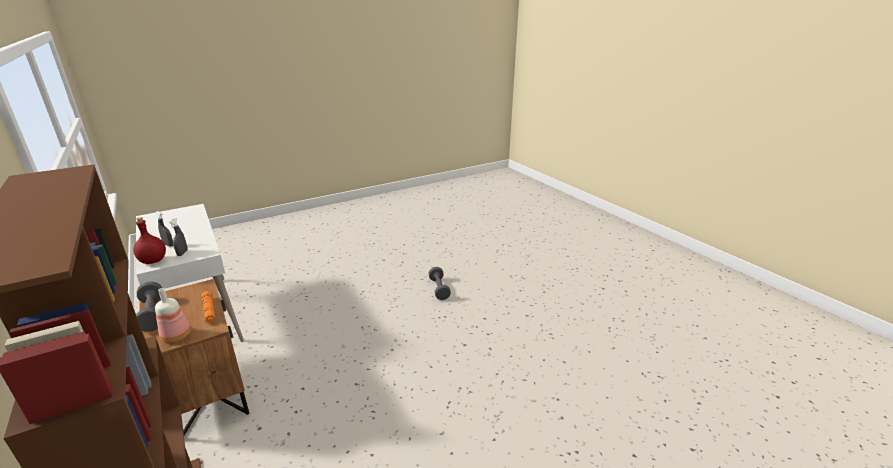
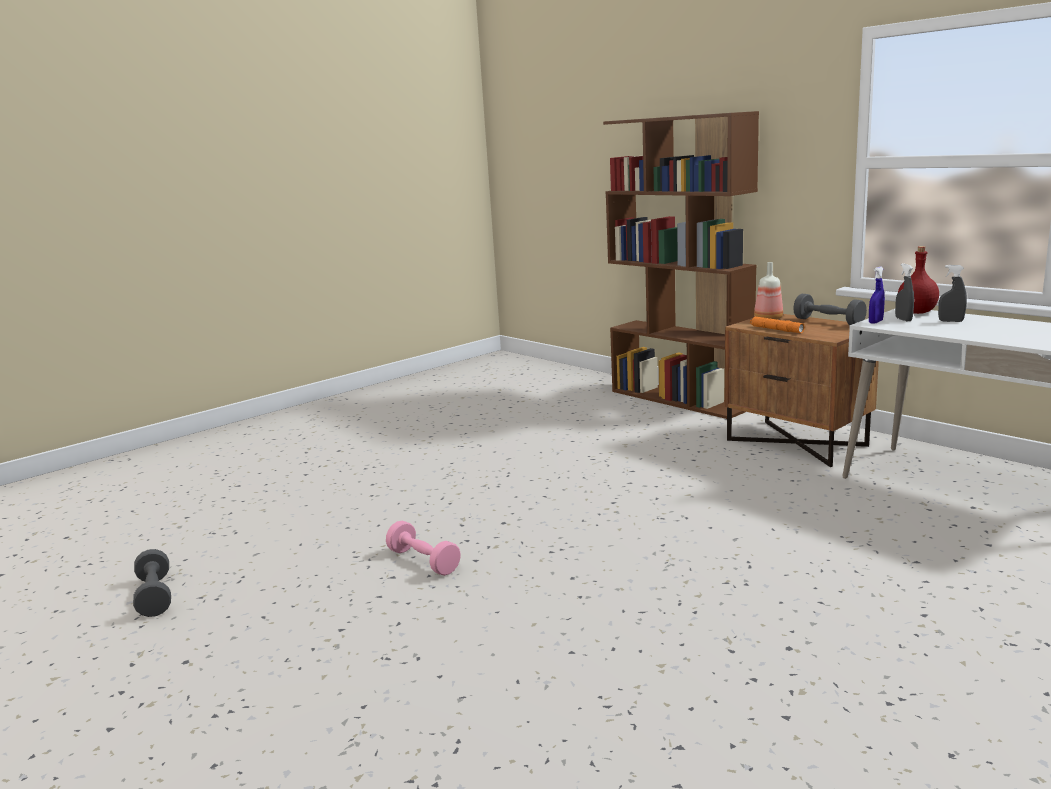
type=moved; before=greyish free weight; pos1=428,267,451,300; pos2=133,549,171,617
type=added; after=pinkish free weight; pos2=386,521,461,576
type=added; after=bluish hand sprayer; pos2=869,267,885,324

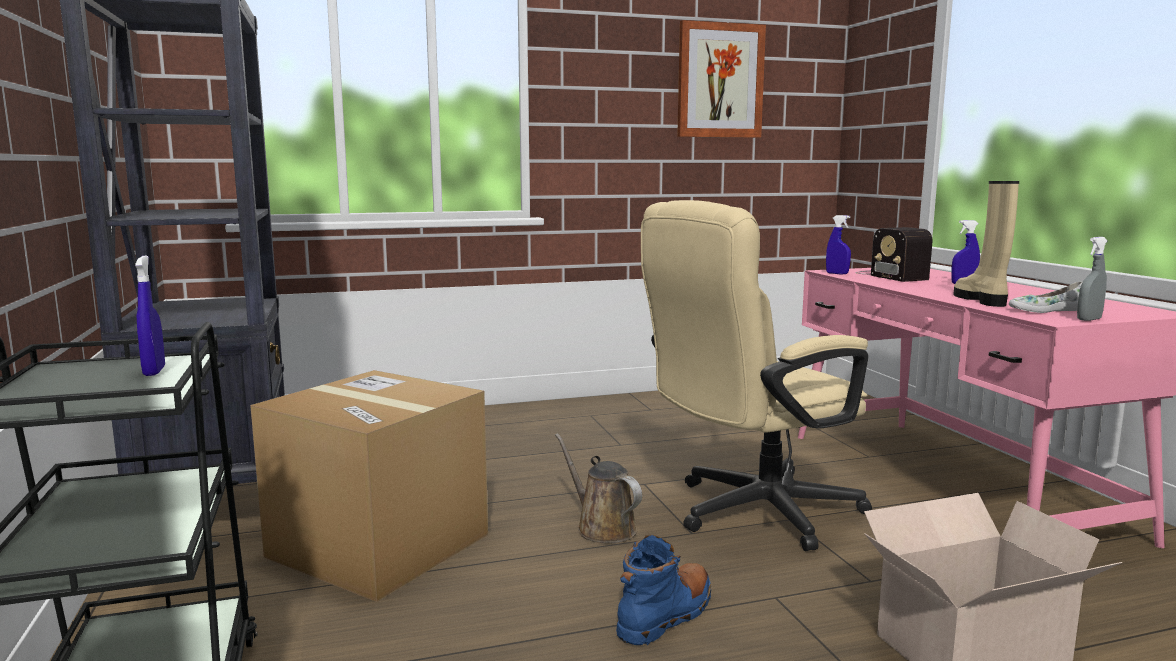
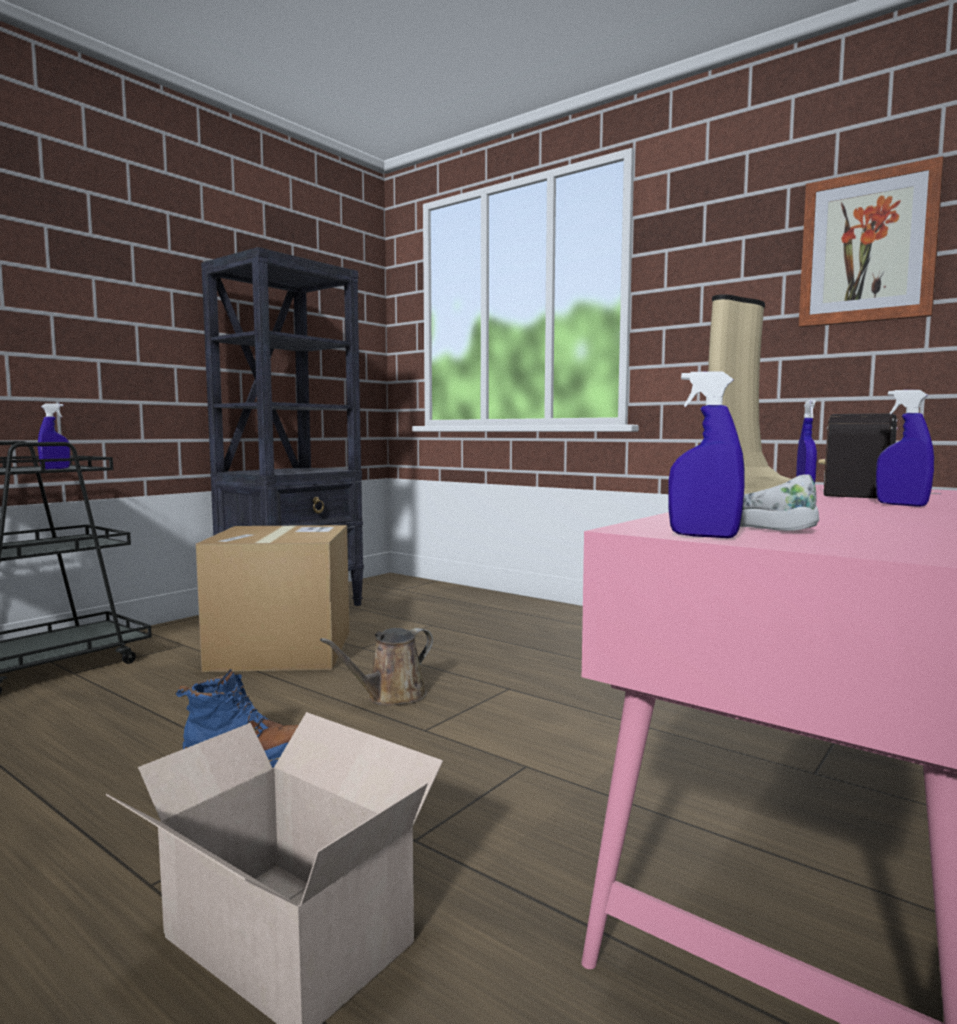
type=turned; before=brown-coloured watering can; pos1=555,433,642,543; pos2=320,628,433,706; turn=-150
type=recoloured; before=greyish hand sprayer; after=bluish hand sprayer; pos1=1077,237,1107,321; pos2=668,371,744,538
type=removed; before=beige-coloured office chair; pos1=641,200,872,551

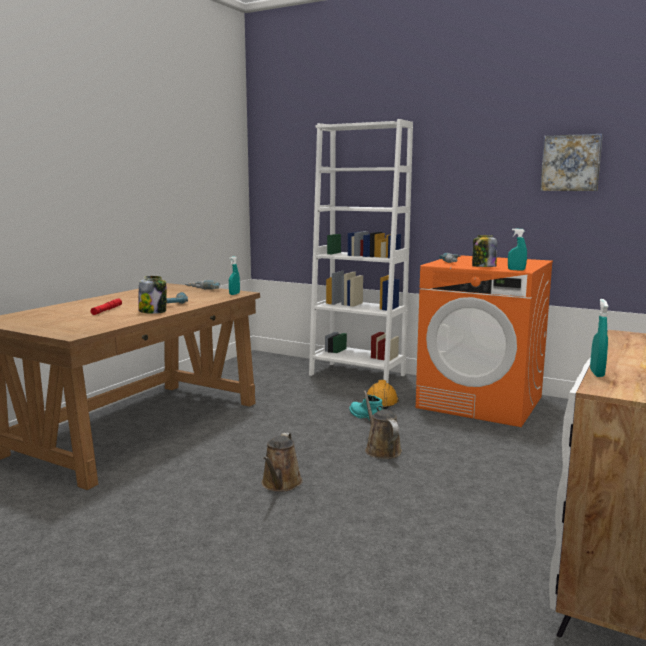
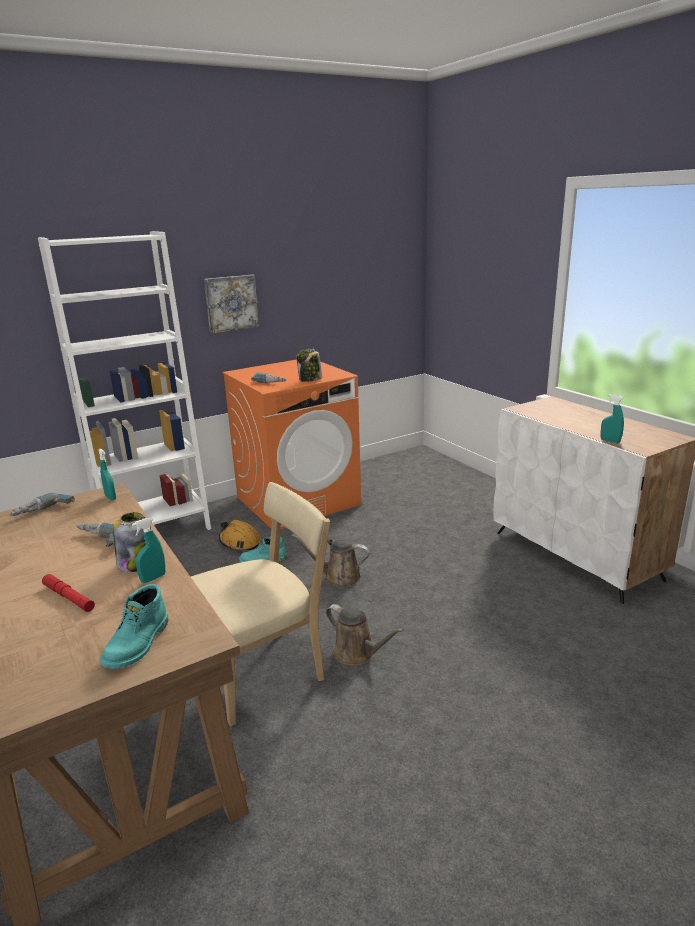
type=added; after=turquoise-coloured tall boot; pos2=100,584,168,669
type=moved; before=turquoise-coloured hand sprayer; pos1=508,228,527,271; pos2=132,518,166,583
type=added; after=beige-coloured upright chair; pos2=191,482,330,727
type=moved; before=wall art; pos1=540,134,603,191; pos2=204,274,260,333

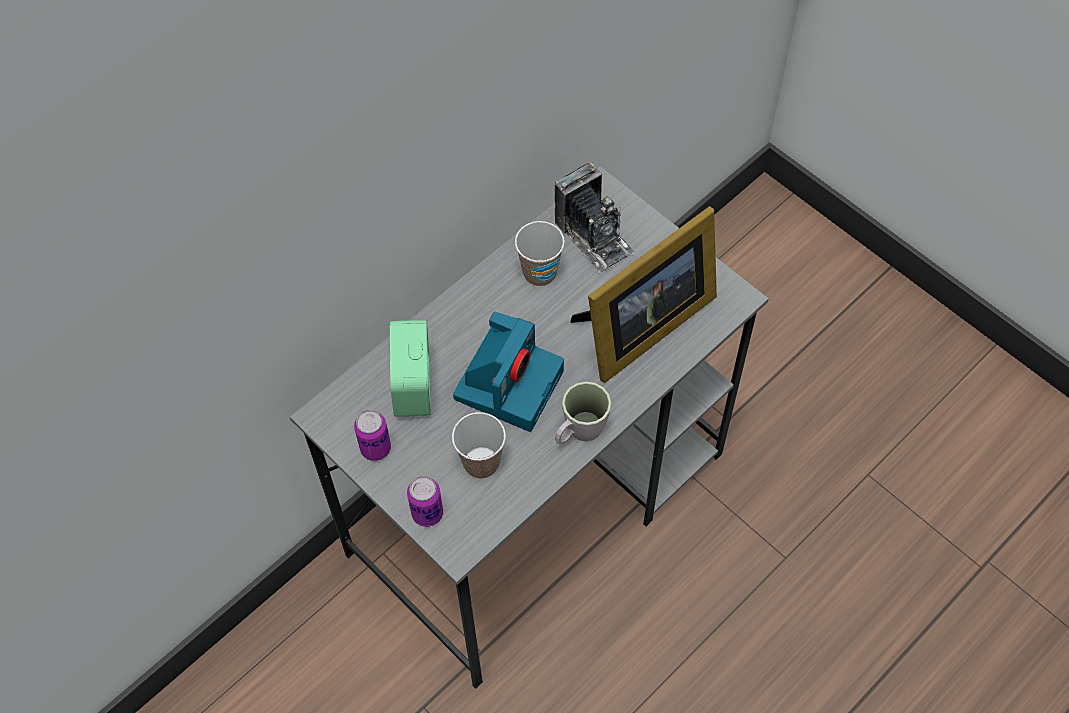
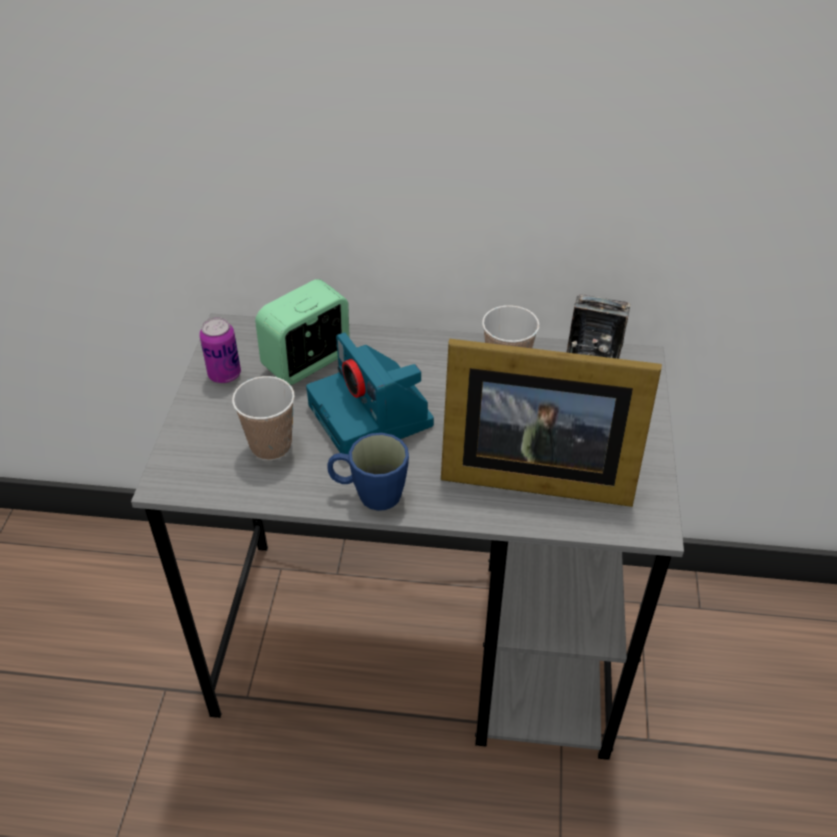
type=turned; before=photo camera; pos1=453,312,564,432; pos2=306,332,434,454; turn=75
type=recoloured; before=greyish coffee mug; after=bluish coffee mug; pos1=555,381,611,445; pos2=328,433,409,511
type=removed; before=can; pos1=407,476,443,527

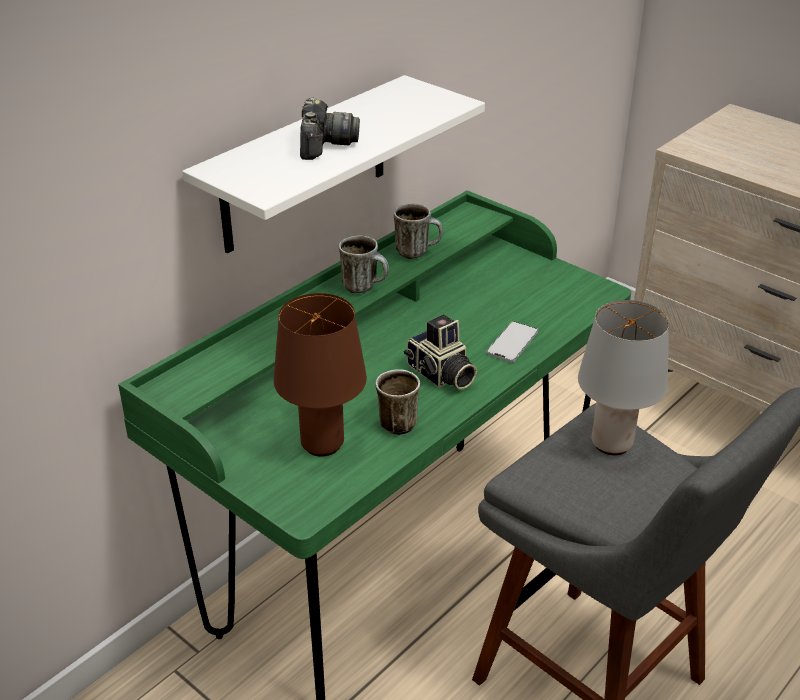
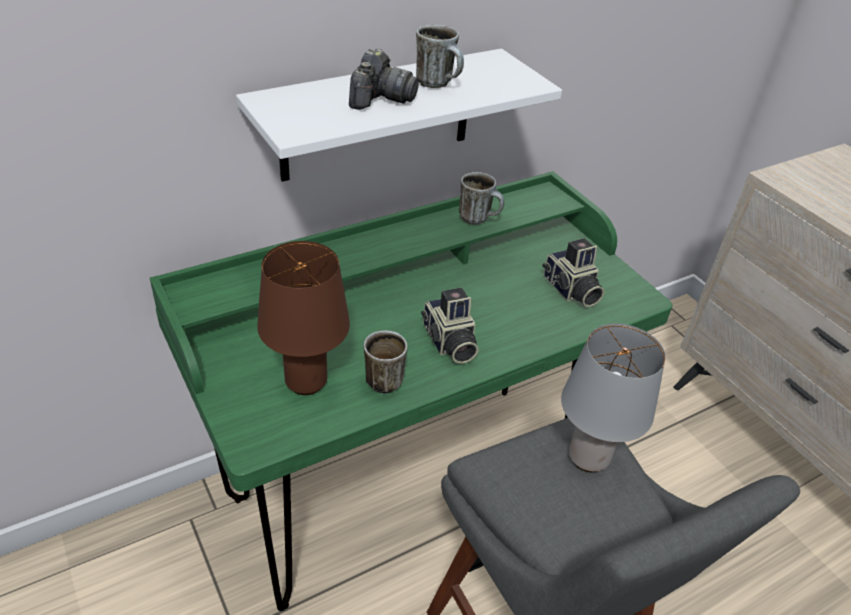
type=moved; before=coffee mug; pos1=339,236,389,293; pos2=416,25,464,88
type=added; after=photo camera; pos2=542,238,605,307
type=removed; before=telephone; pos1=487,321,538,363

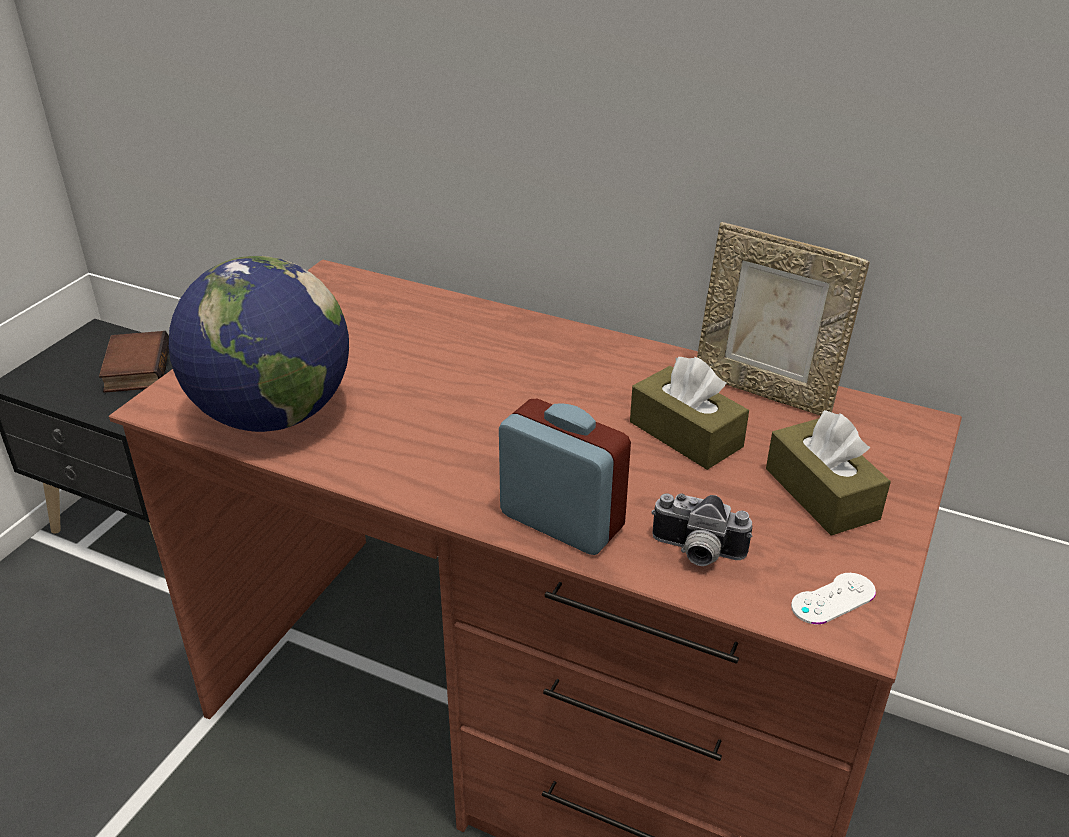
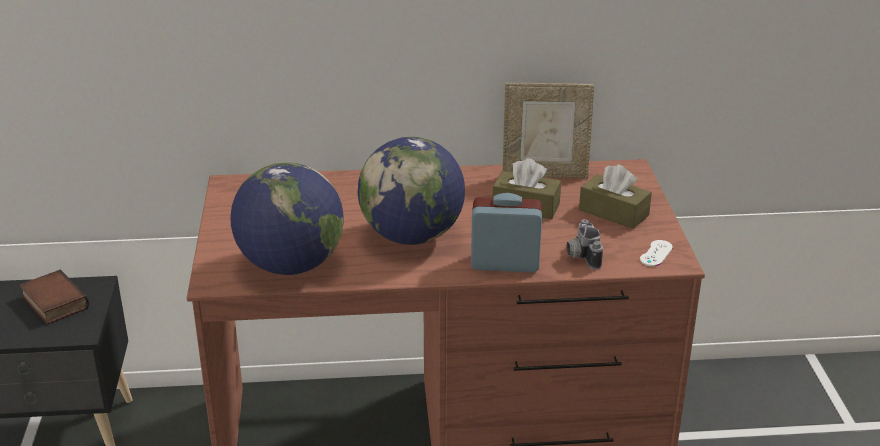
type=added; after=globe; pos2=358,137,465,245
type=turned; before=photo camera; pos1=651,493,752,566; pos2=566,219,603,270; turn=90

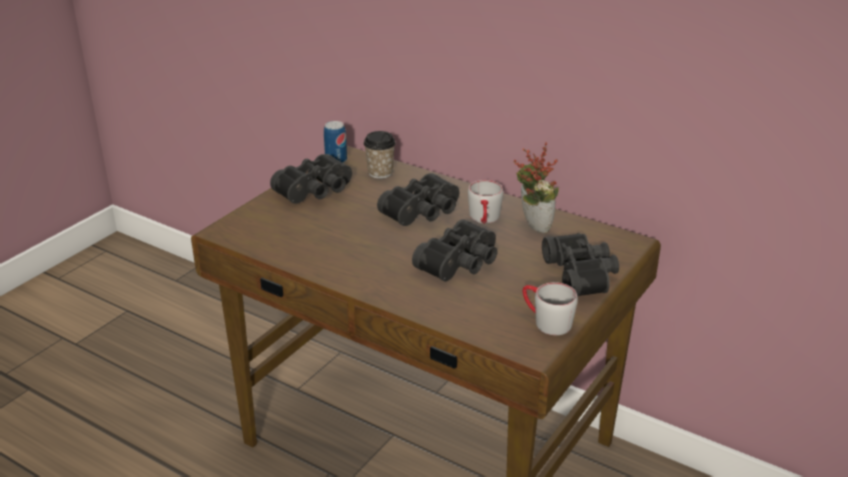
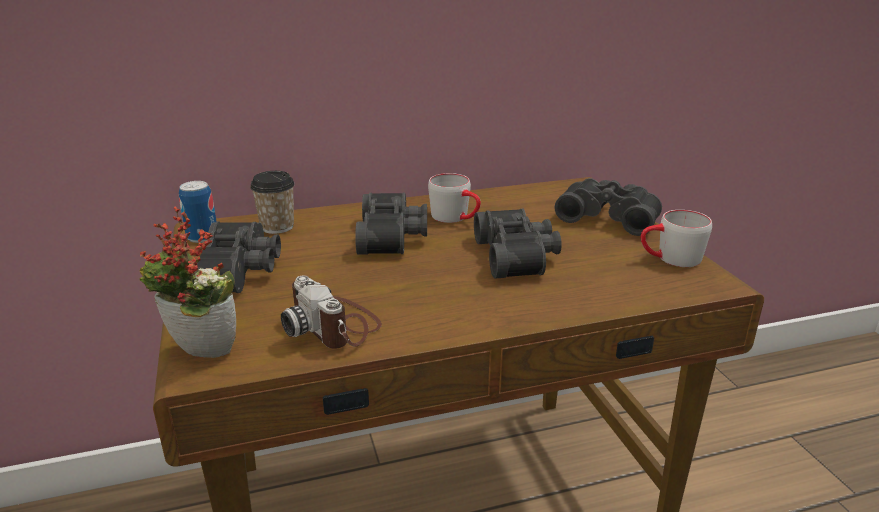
type=moved; before=potted plant; pos1=513,142,559,233; pos2=140,207,236,358
type=added; after=photo camera; pos2=281,275,382,349

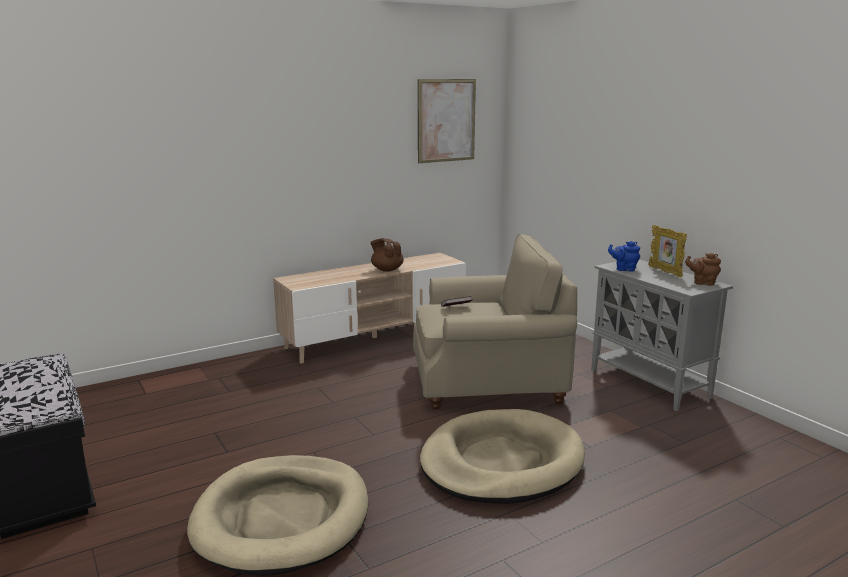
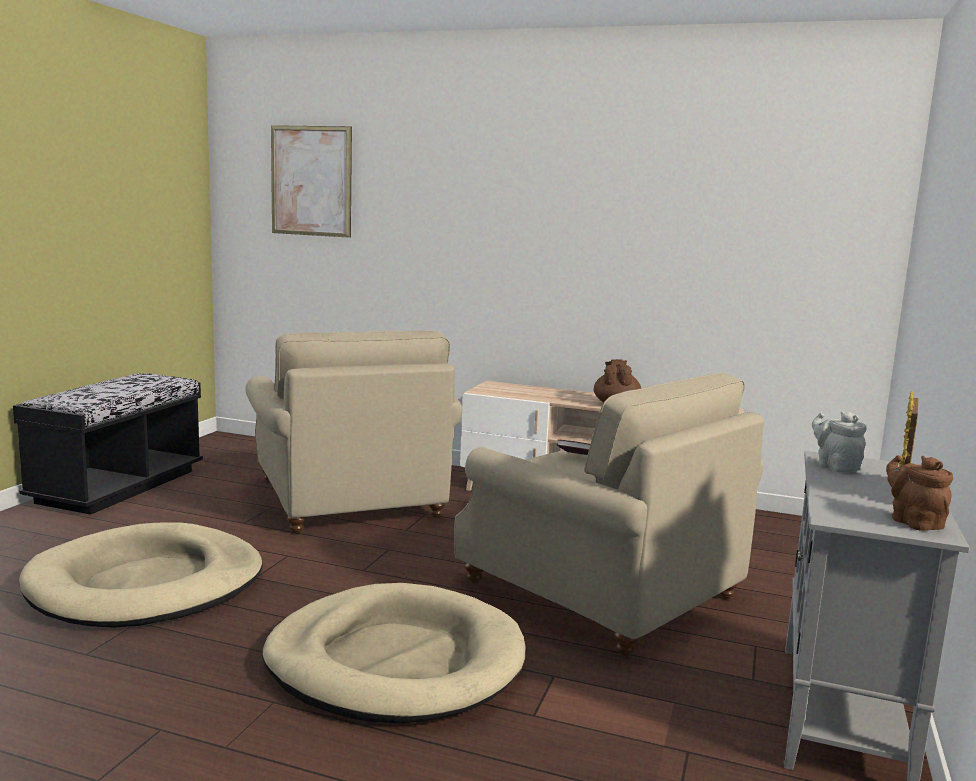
type=added; after=beige-coloured armchair; pos2=245,330,462,533
type=moved; before=wall art; pos1=418,79,476,163; pos2=271,125,352,238
type=recoloured; before=bluish tea pot; after=greyish tea pot; pos1=608,241,640,272; pos2=812,412,867,473

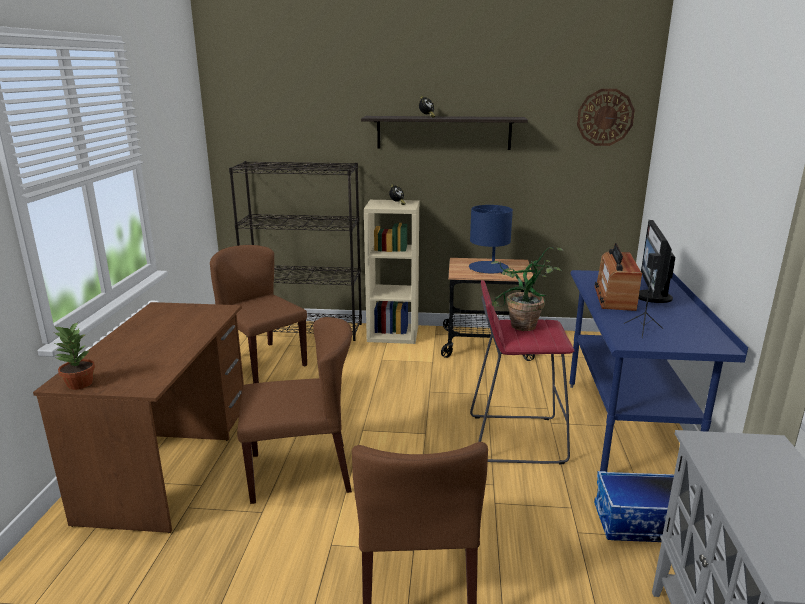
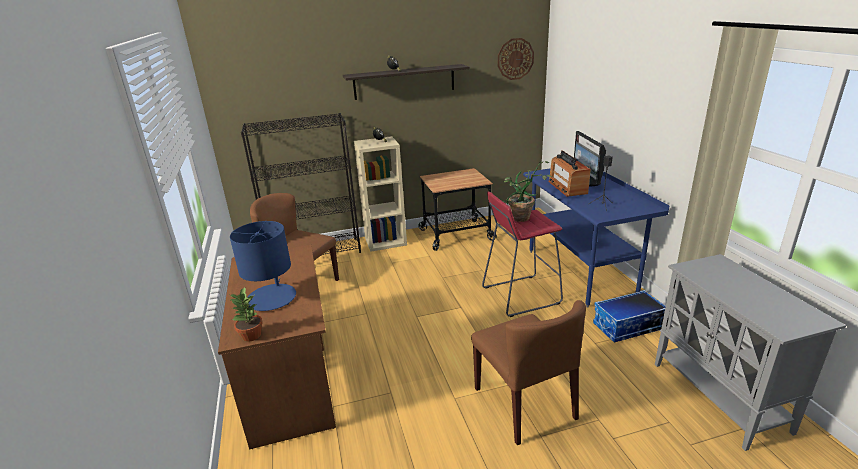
type=moved; before=bluish lamp for a table; pos1=469,205,513,274; pos2=230,221,296,311
type=removed; before=brown-coloured upright chair; pos1=237,317,352,504

